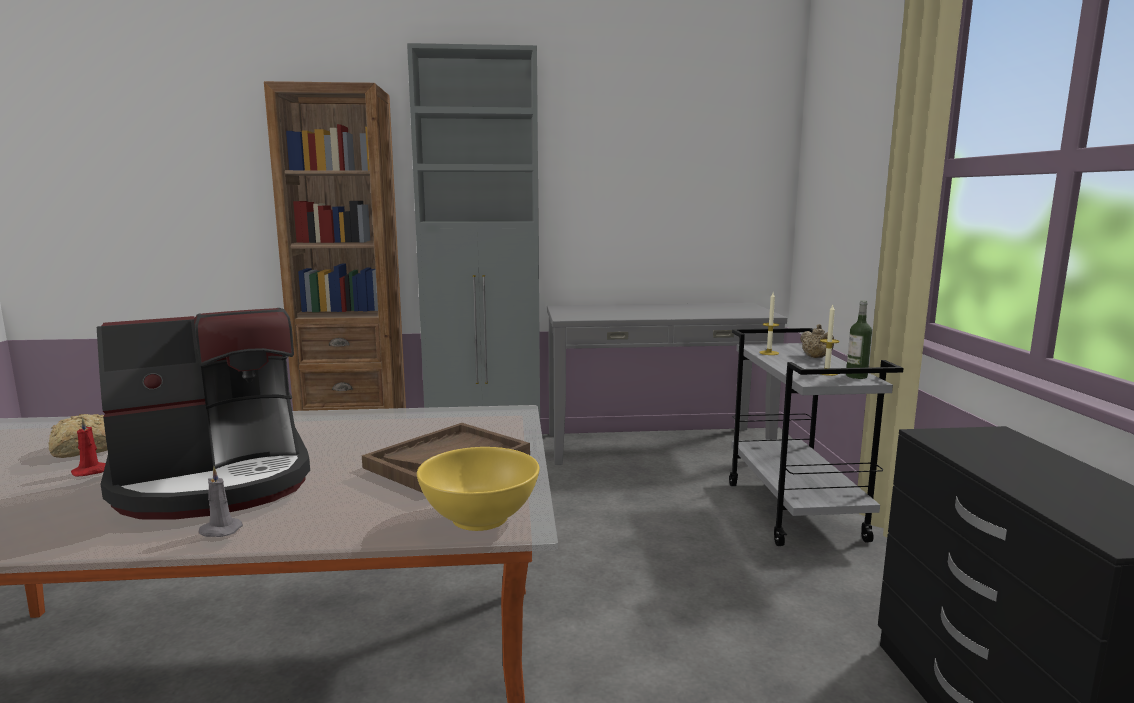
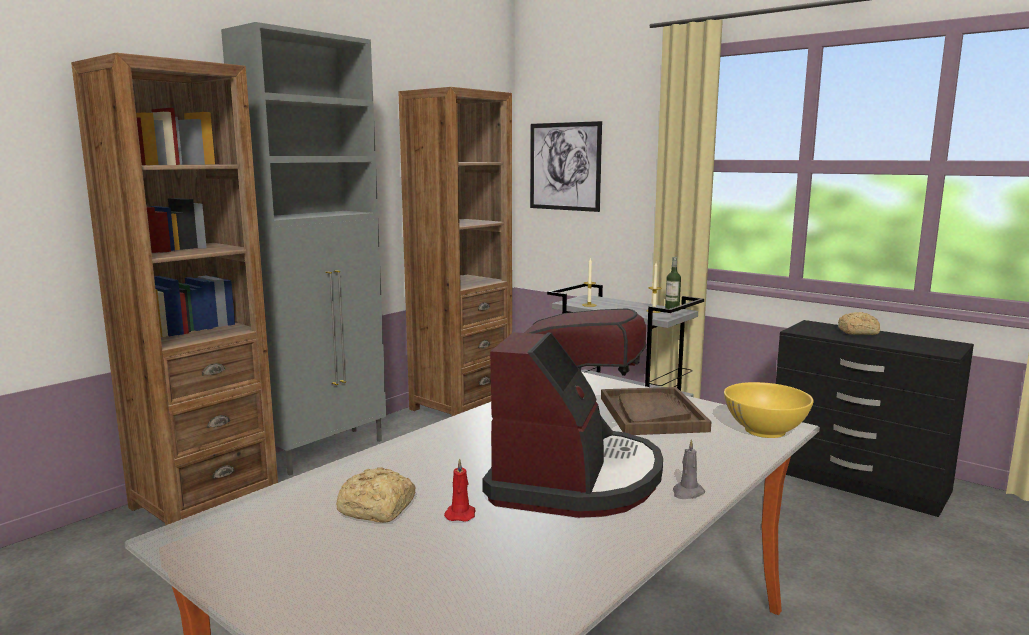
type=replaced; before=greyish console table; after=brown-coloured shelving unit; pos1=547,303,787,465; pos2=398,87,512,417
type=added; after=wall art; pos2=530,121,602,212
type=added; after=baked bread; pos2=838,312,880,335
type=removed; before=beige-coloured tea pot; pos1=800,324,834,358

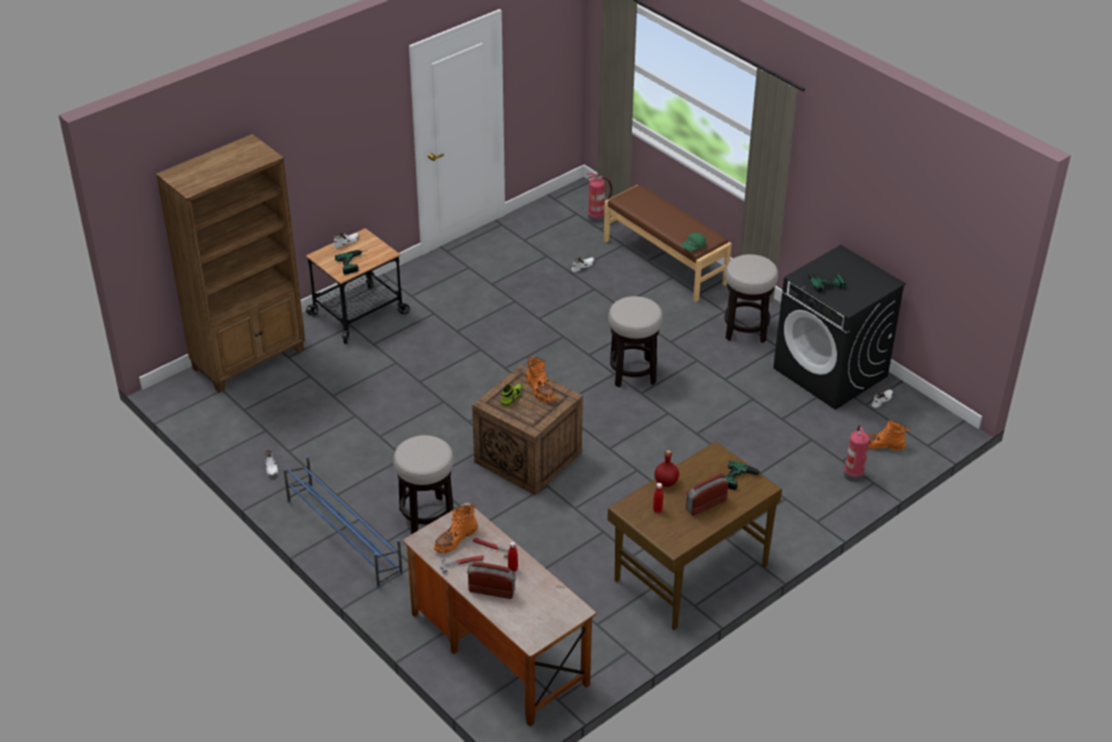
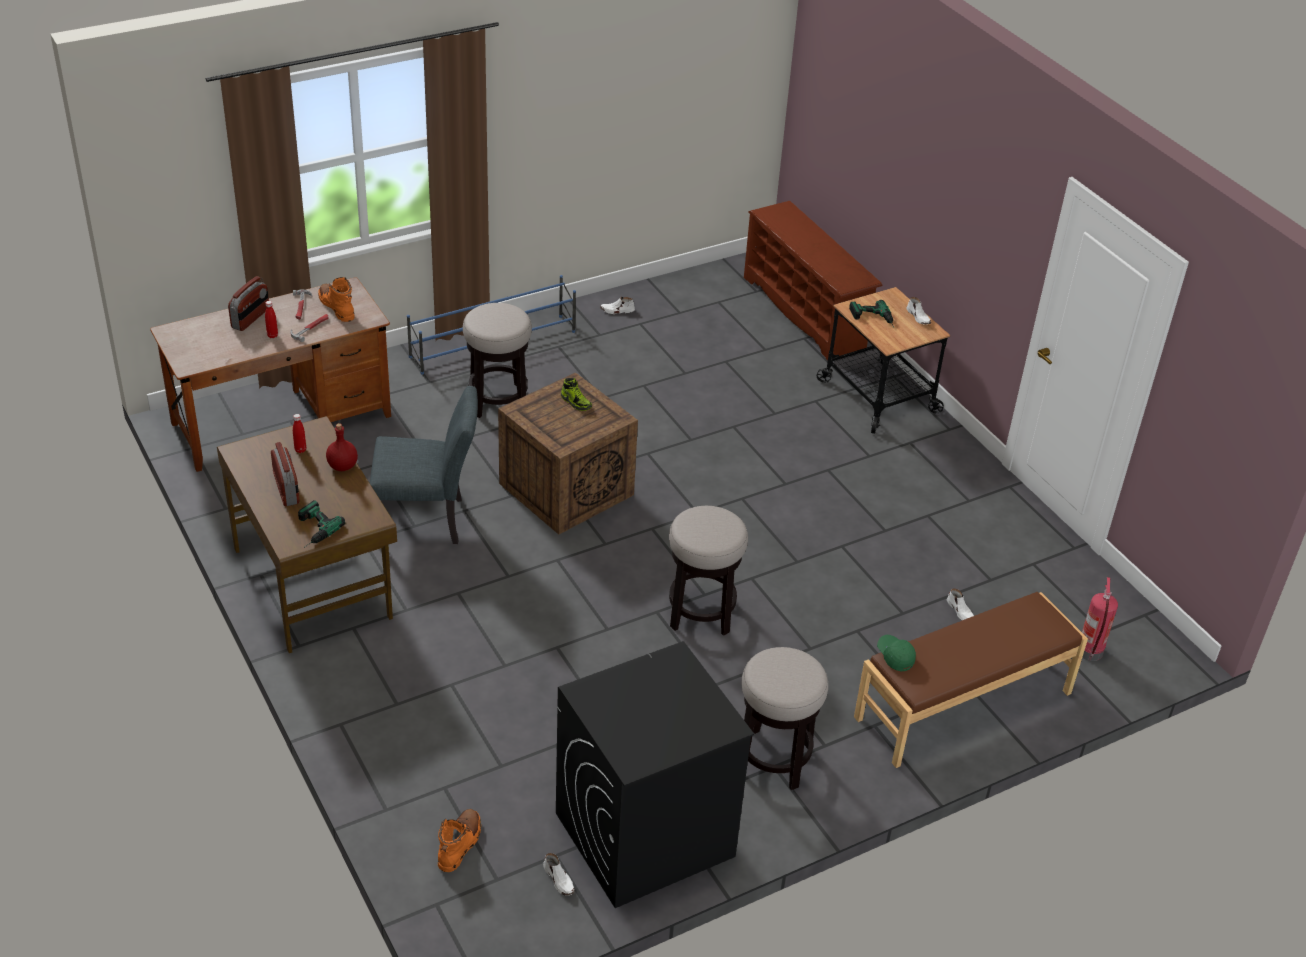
type=added; after=greyish upright chair; pos2=370,386,478,544
type=replaced; before=brown-coloured shelving unit; after=brown-coloured shoe stand; pos1=156,134,305,392; pos2=744,201,883,360
type=removed; before=orange-coloured tall boot; pos1=527,356,556,402
type=removed; before=power drill; pos1=807,269,846,292
type=removed; before=fire extinguisher; pos1=844,425,870,482

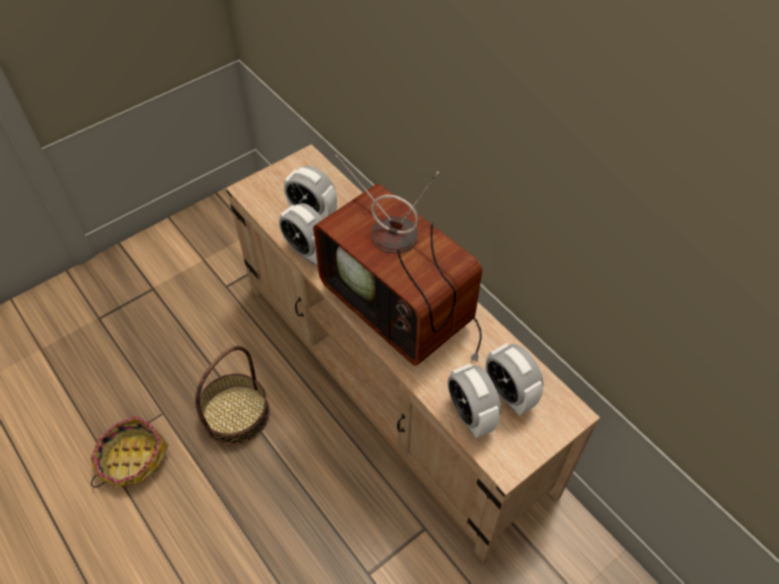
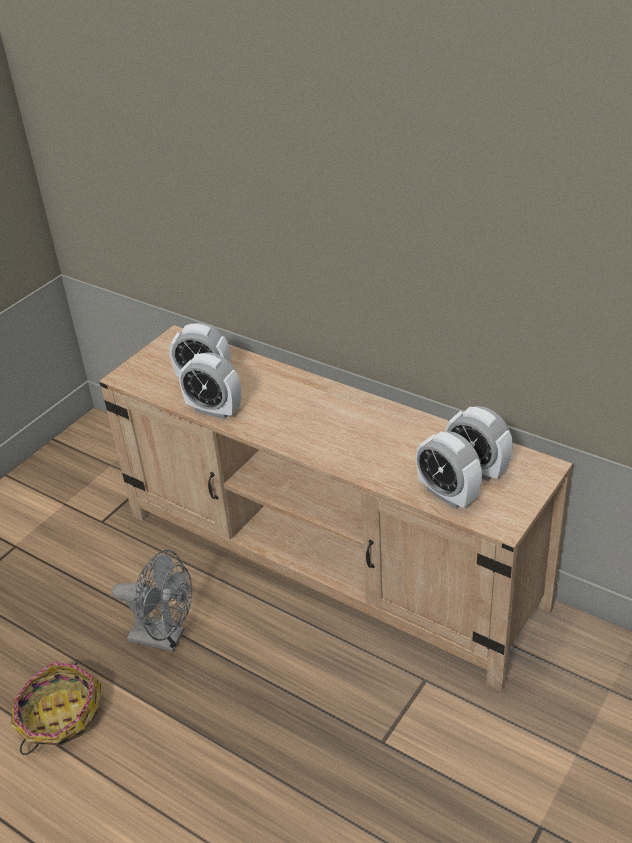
type=replaced; before=basket; after=greyish fan; pos1=195,346,270,445; pos2=112,549,192,652
type=removed; before=television; pos1=313,154,482,366

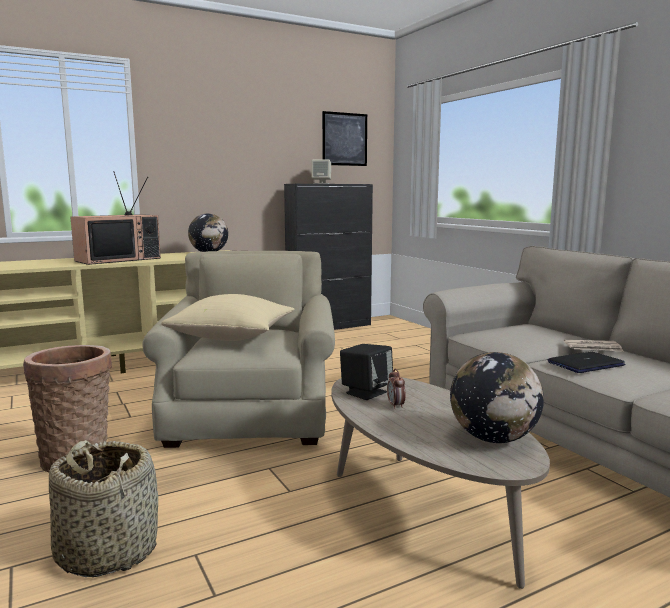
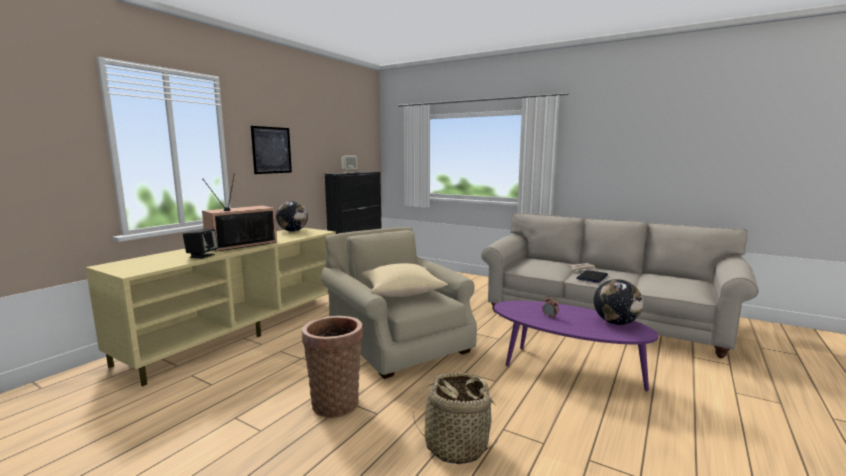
type=moved; before=blackish speaker; pos1=340,344,393,400; pos2=183,229,218,259
type=turned; before=television; pos1=70,171,161,265; pos2=202,173,277,252; turn=-150
type=moved; before=wall art; pos1=322,111,367,166; pos2=251,126,292,174
type=recoloured; before=beige-coloured coffee table; after=purple coffee table; pos1=332,377,550,589; pos2=494,301,658,391

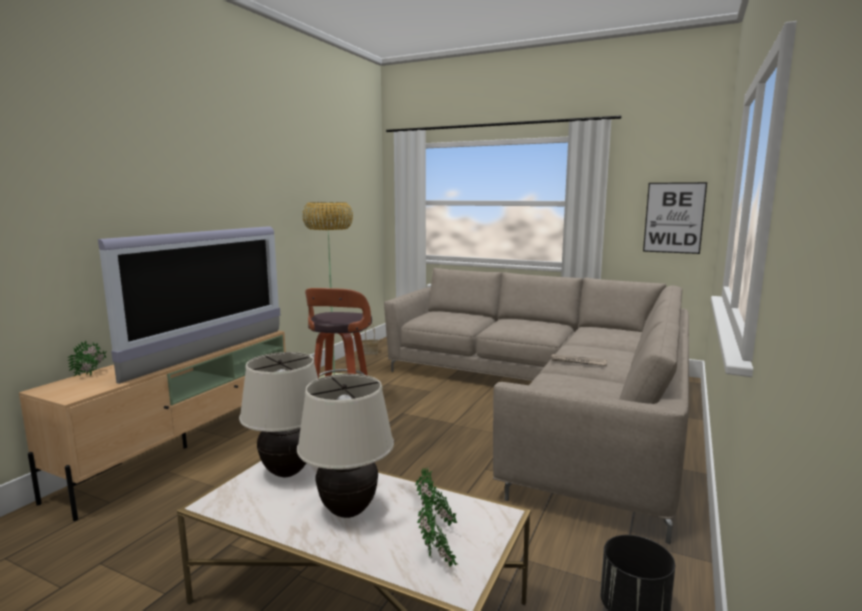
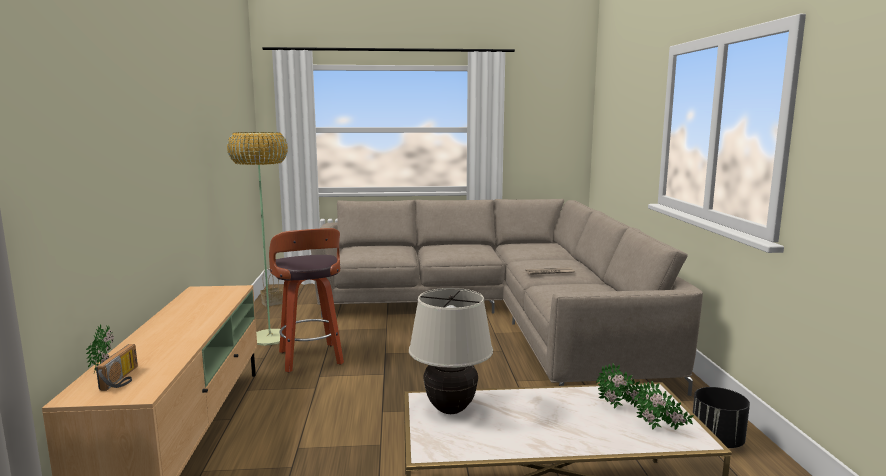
type=added; after=radio; pos2=96,344,138,391
type=removed; before=television; pos1=98,226,280,384
type=removed; before=beige-coloured lamp for a table; pos1=297,374,394,518
type=removed; before=wall art; pos1=643,182,707,254

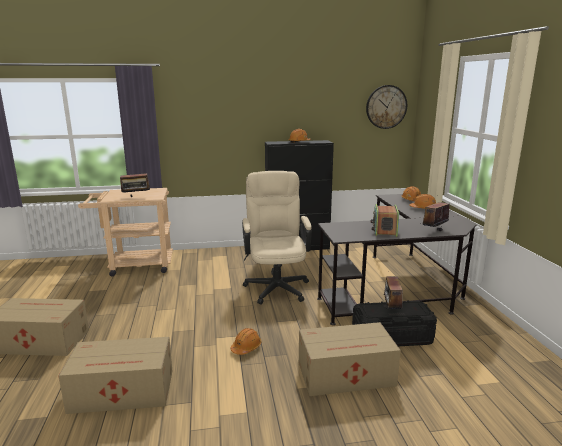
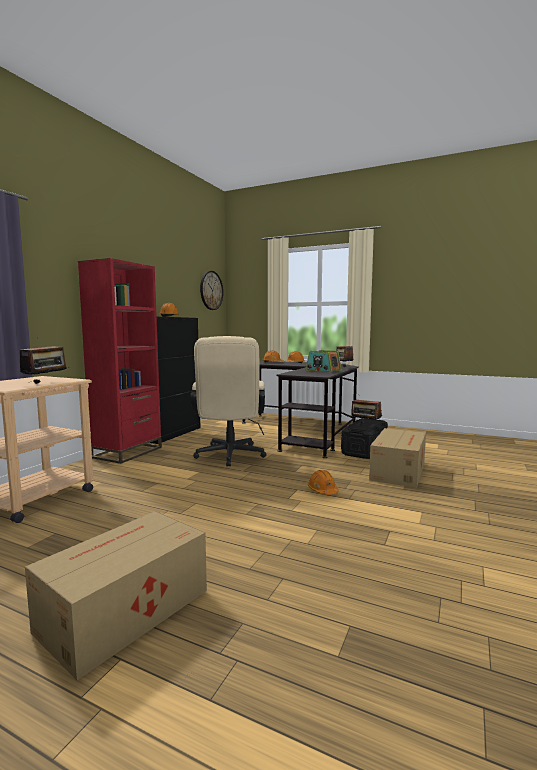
type=added; after=reddish shelving unit; pos2=78,258,162,464
type=turned; before=beige-coloured office chair; pos1=242,171,312,305; pos2=190,336,267,466; turn=-120
type=removed; before=carton; pos1=58,337,172,414

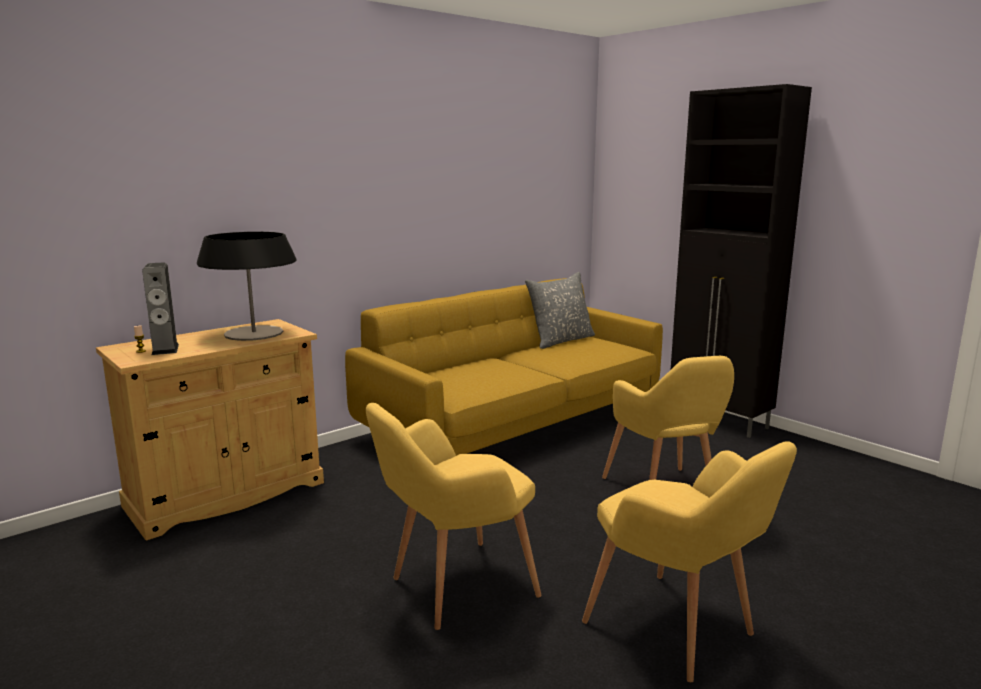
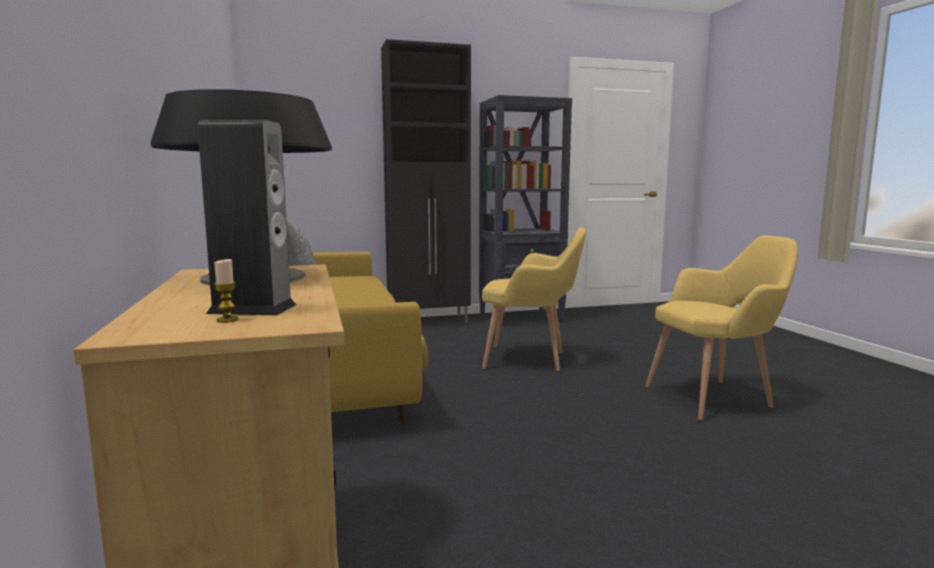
type=added; after=blackish shelving unit; pos2=479,95,572,327
type=removed; before=yellowish armchair; pos1=365,403,541,630

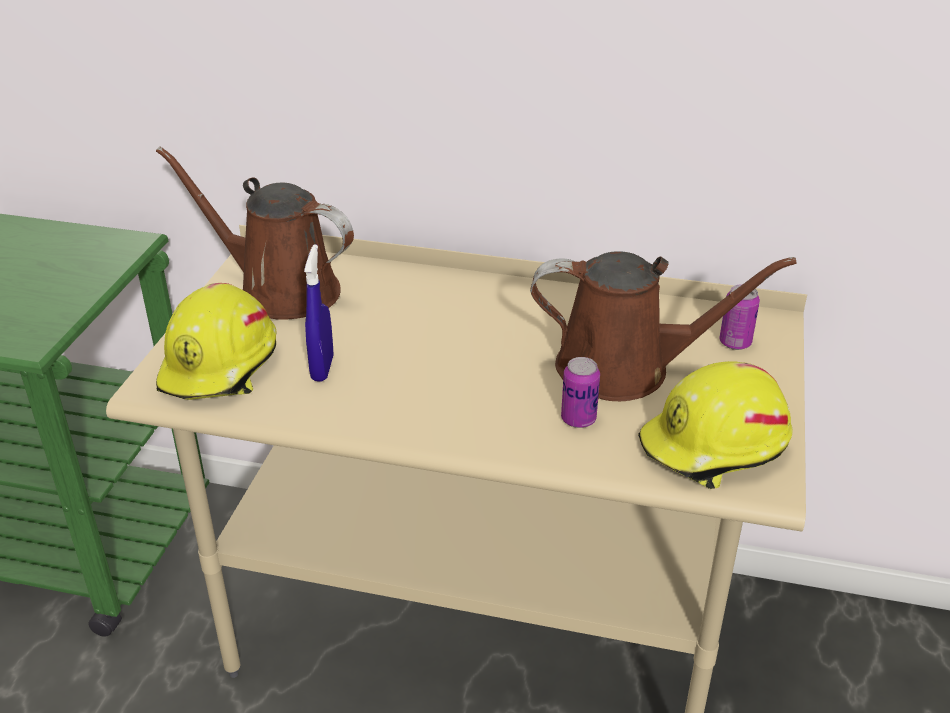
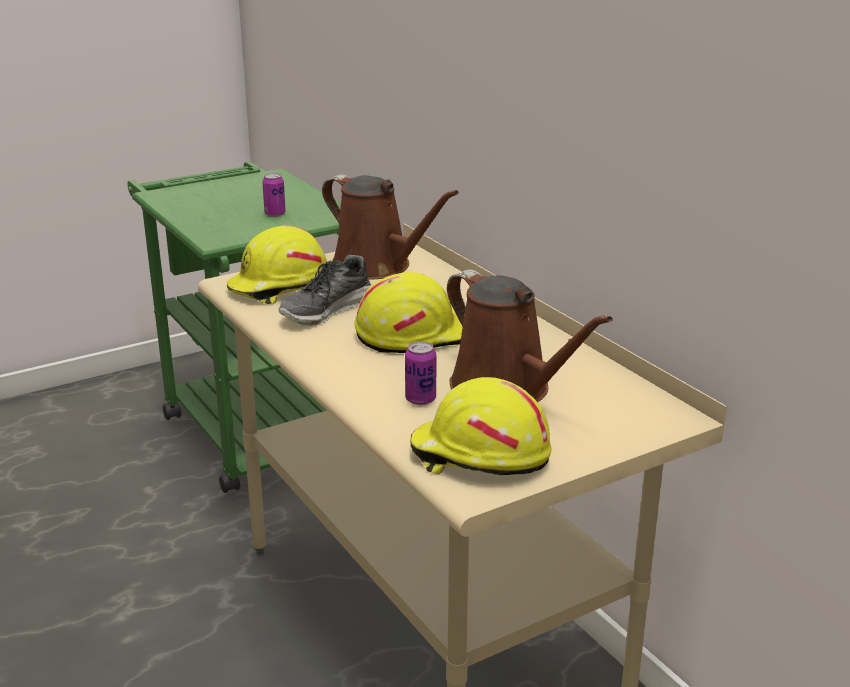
type=moved; before=can; pos1=719,284,760,350; pos2=262,173,286,217
type=replaced; before=bluish hand sprayer; after=shoe; pos1=304,244,333,382; pos2=279,255,372,326
type=turned; before=brown-coloured watering can; pos1=156,147,354,320; pos2=322,175,459,280; turn=150
type=added; after=yellowish safety helmet; pos2=354,272,462,353

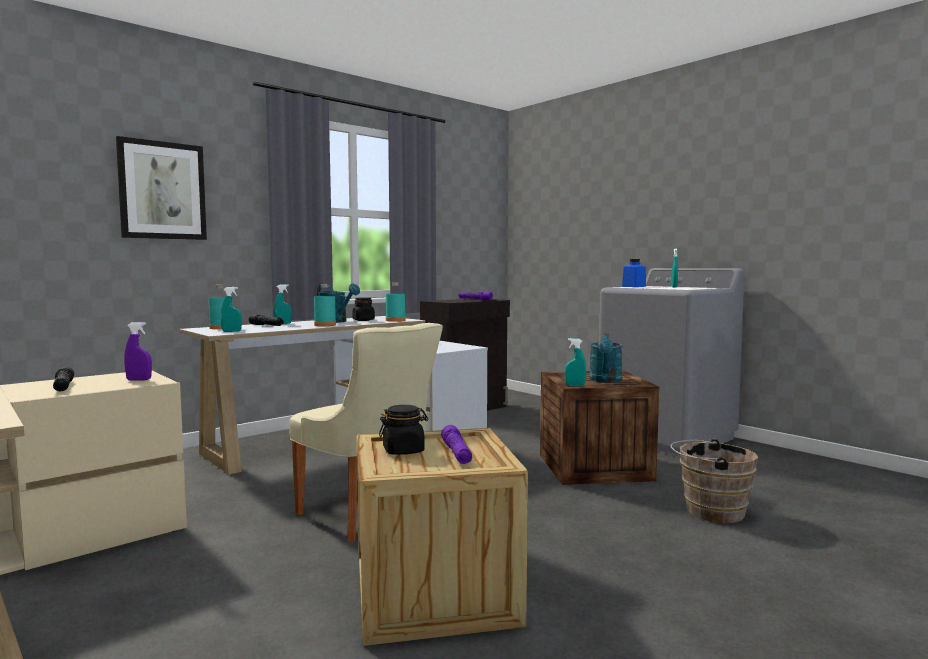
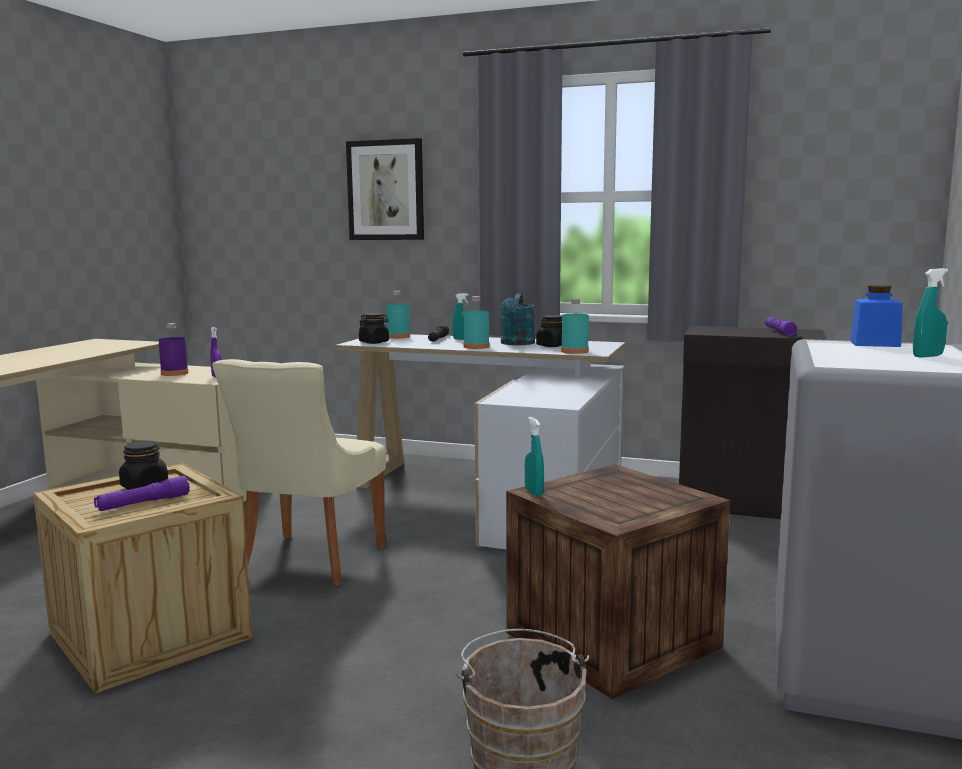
type=replaced; before=blackish torch; after=purple beverage bottle; pos1=53,367,74,391; pos2=158,323,188,376
type=replaced; before=turquoise-coloured hand sprayer; after=blackish preserve jar; pos1=221,287,242,332; pos2=359,313,389,344
type=removed; before=turquoise-coloured watering can; pos1=589,333,622,383

